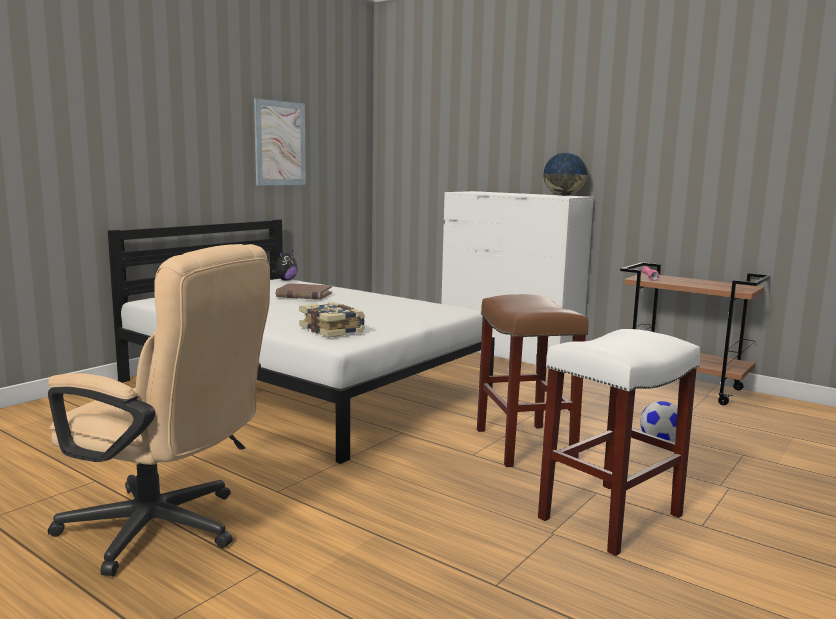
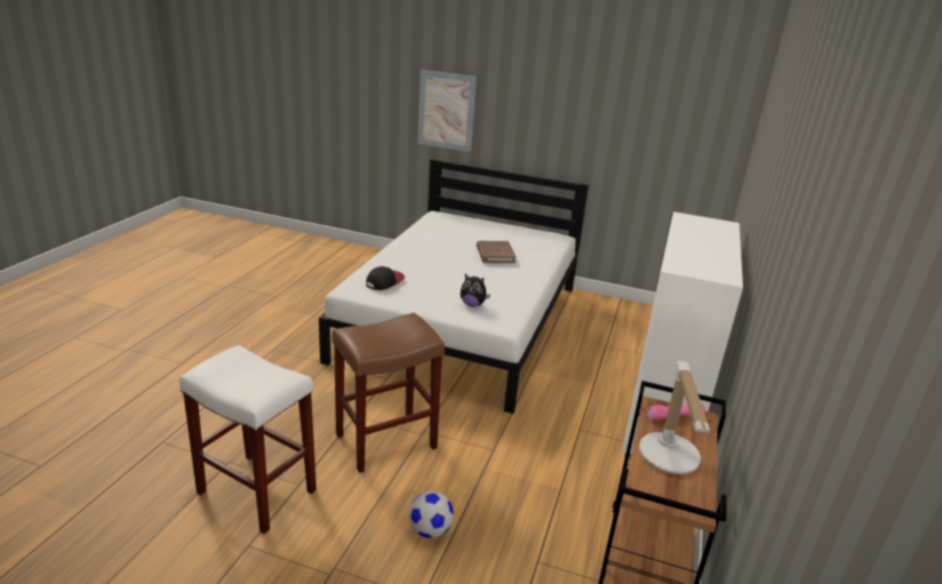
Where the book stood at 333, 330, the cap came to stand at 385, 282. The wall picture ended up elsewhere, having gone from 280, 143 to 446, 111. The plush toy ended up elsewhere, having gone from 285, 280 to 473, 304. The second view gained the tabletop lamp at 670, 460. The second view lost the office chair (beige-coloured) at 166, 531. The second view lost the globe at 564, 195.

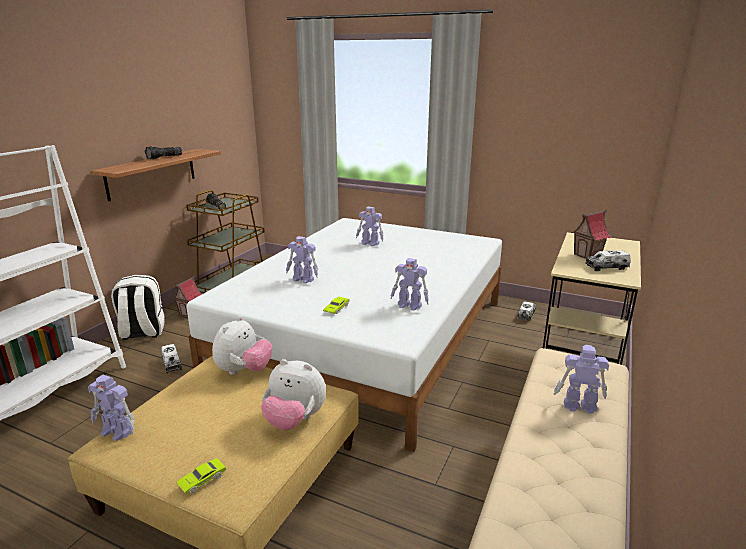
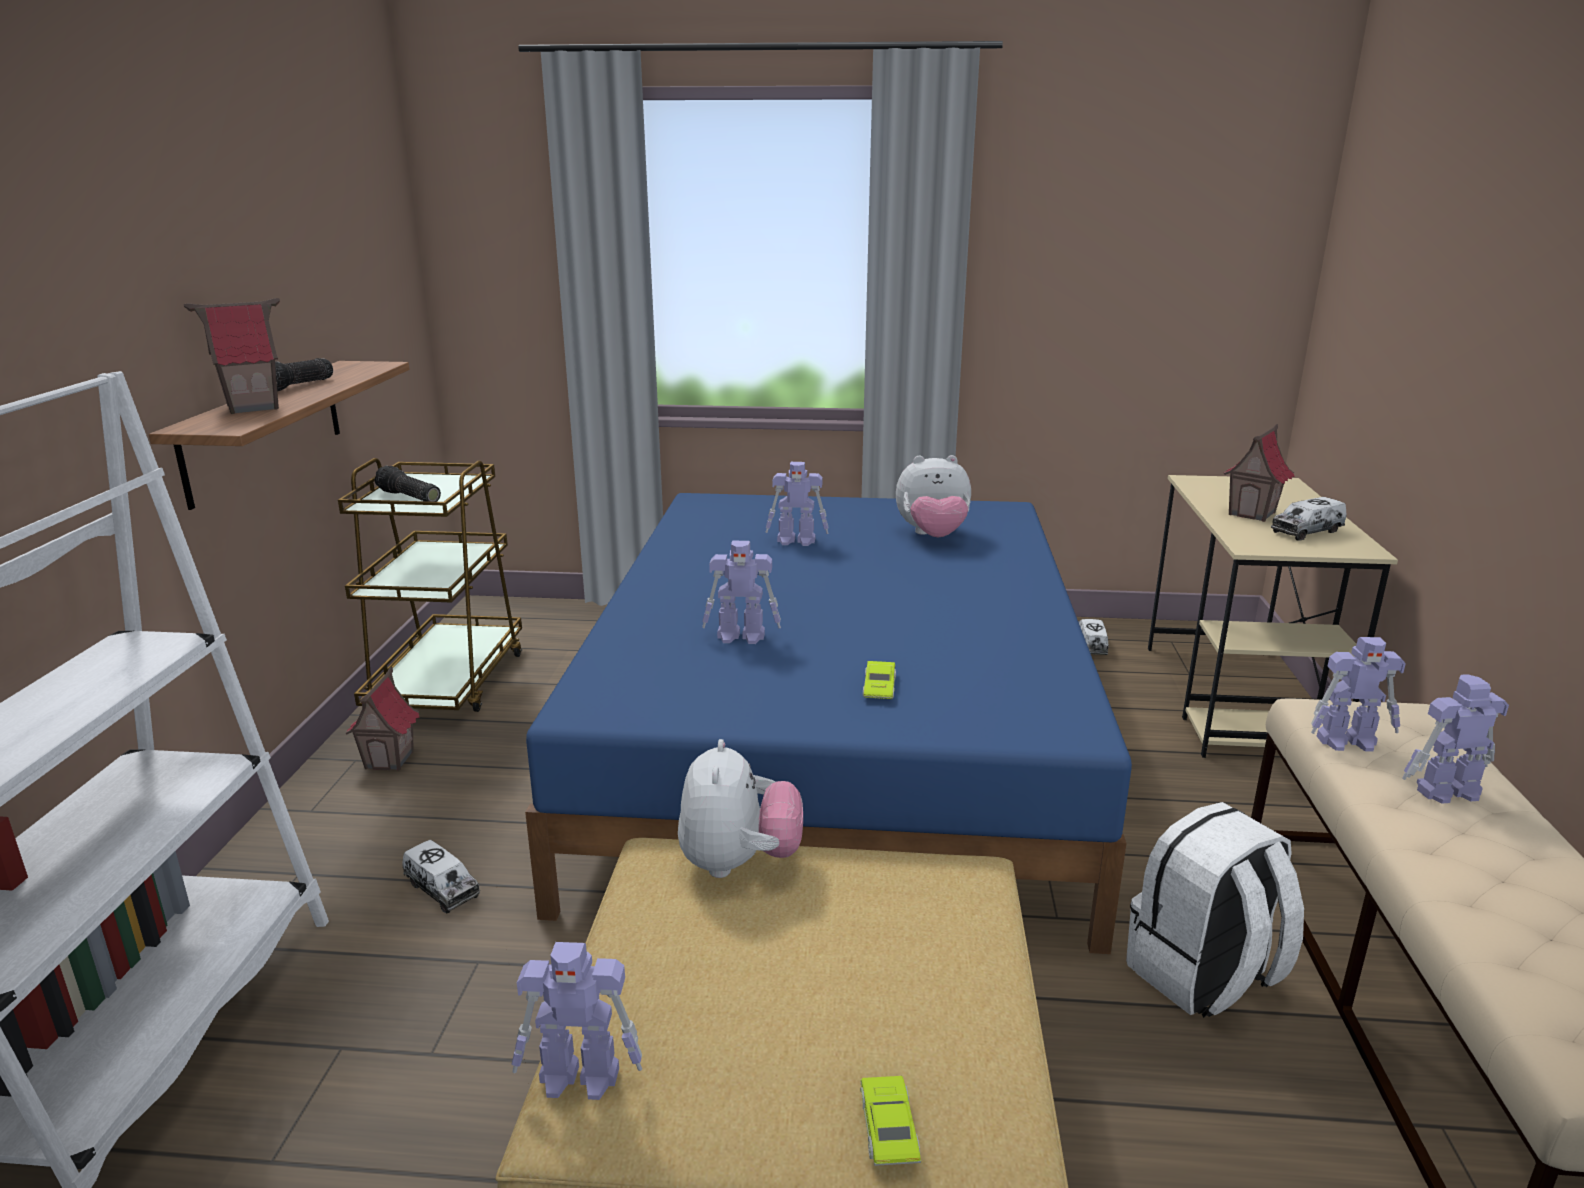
The second view gained the toy house at 252, 407. What was the sleeping bed (white-coloured) at 368, 337 turned into the sleeping bed (blue) at 838, 742. The model car (greenish) at 202, 479 ended up facing another way, 150 degrees clockwise from before. The plush toy ended up elsewhere, having gone from 294, 420 to 933, 536. The knapsack (white-coloured) ended up elsewhere, having gone from 142, 332 to 1203, 976. The model robot ended up elsewhere, having gone from 410, 306 to 1348, 741.

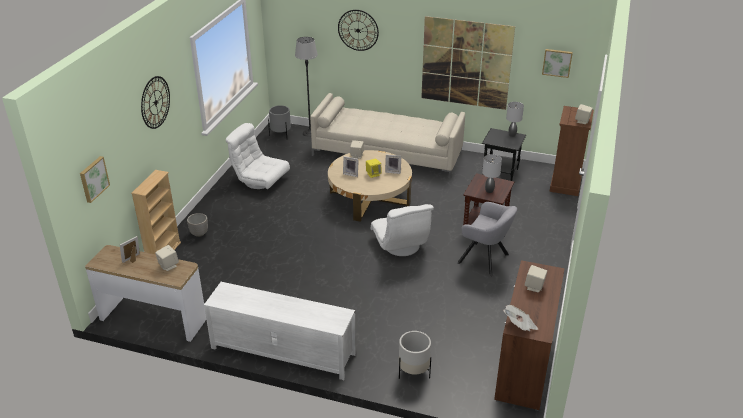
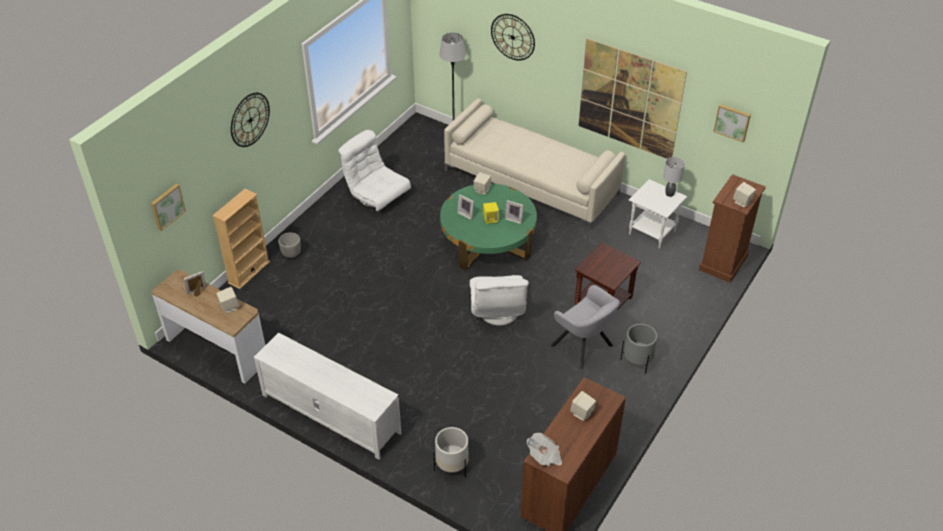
What was the low table (beige-coloured) at 369, 198 turned into the low table (greenish) at 488, 241. The plant pot (gray) ended up elsewhere, having gone from 281, 134 to 637, 361. What was the side table (black-coloured) at 500, 173 turned into the side table (white-coloured) at 652, 233. The second view lost the tabletop lamp (gray) at 489, 190.

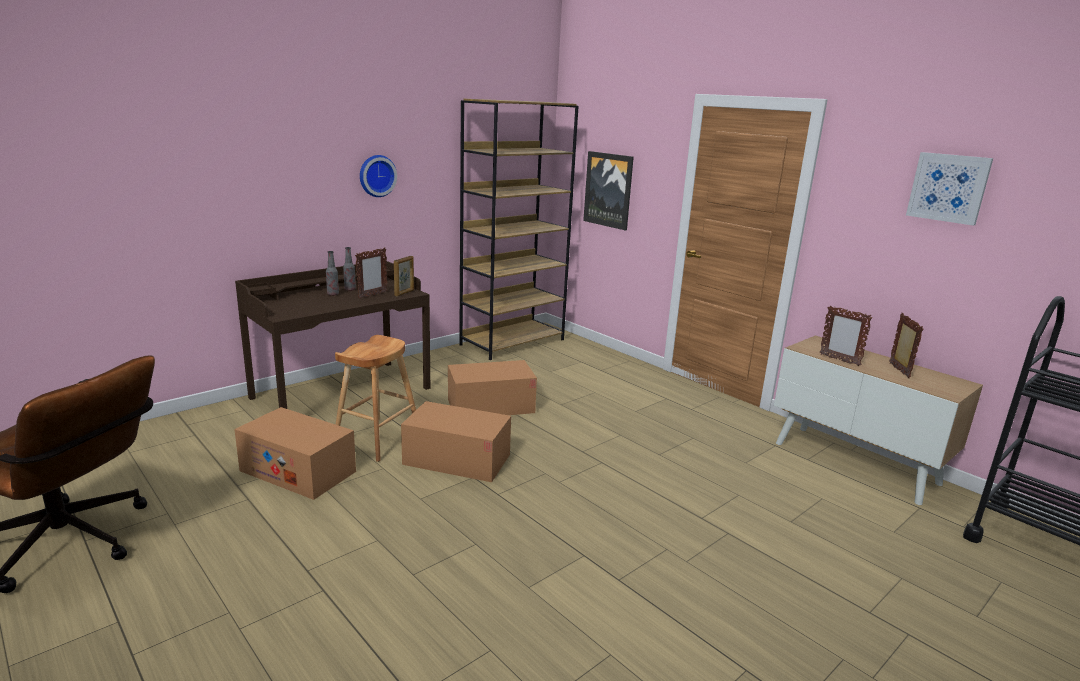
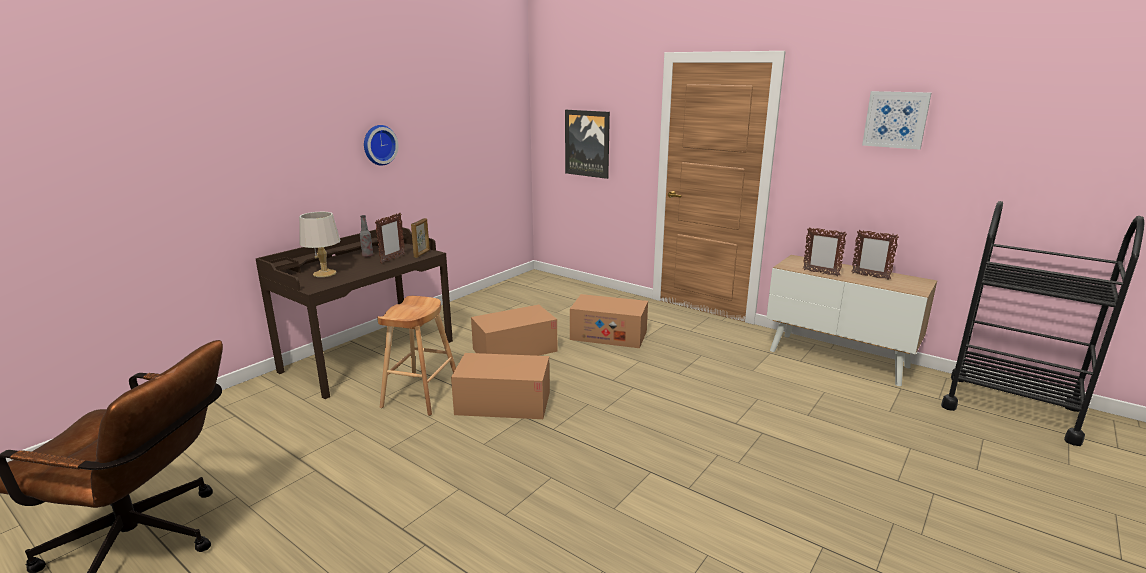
The second view gained the tabletop lamp (gray) at 325, 273. The carton ended up elsewhere, having gone from 298, 471 to 608, 335. The photo frame at 898, 370 ended up facing another way, 135 degrees clockwise from before. The second view lost the drink bottle at 333, 294. The second view lost the bookshelf (brown-coloured) at 512, 342.

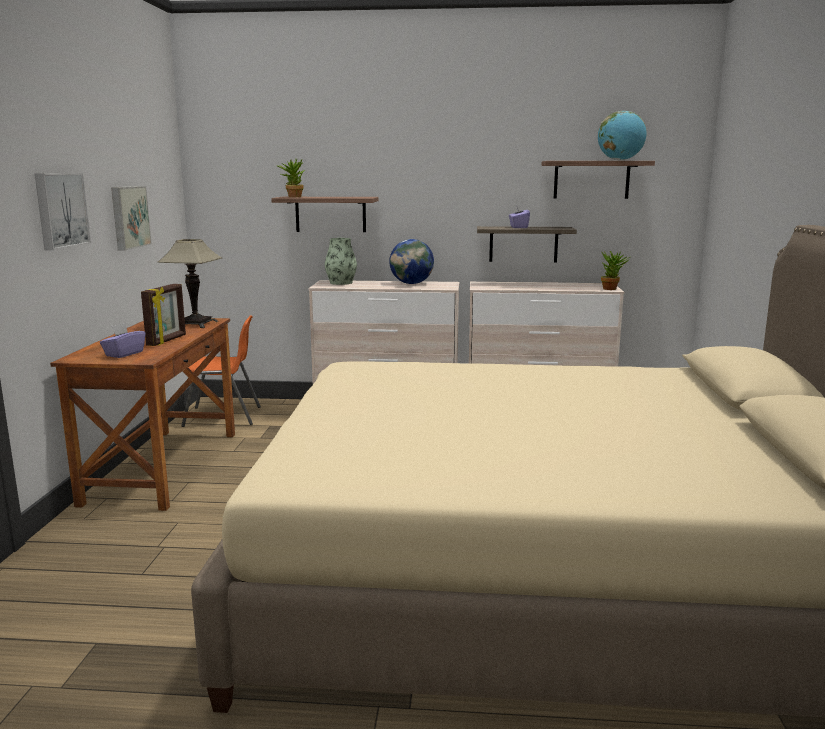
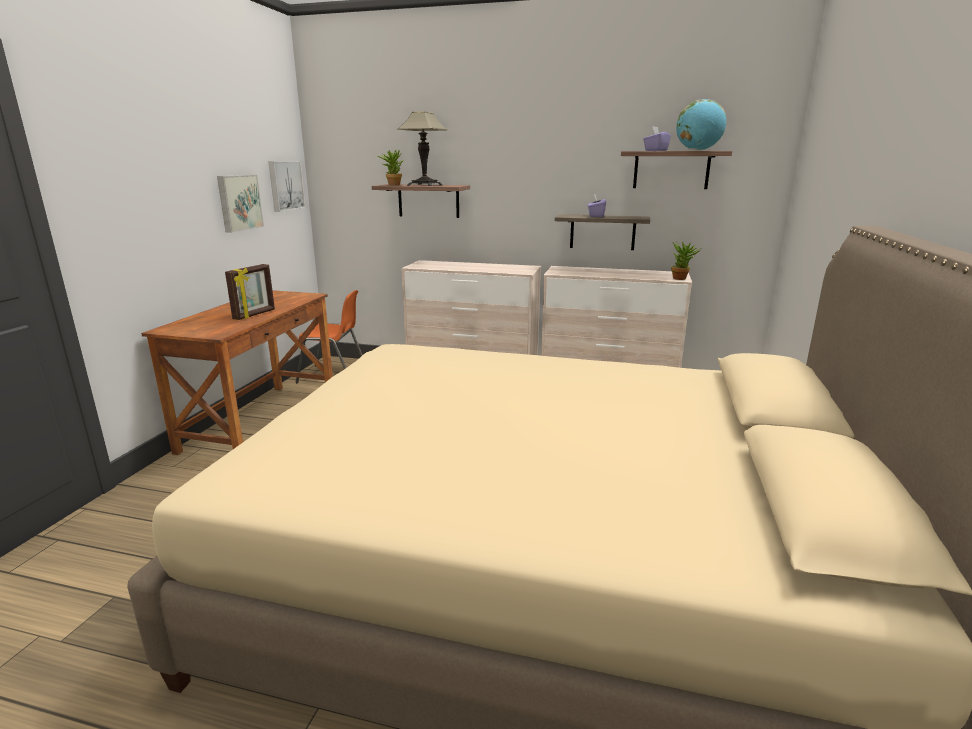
The wall picture ended up elsewhere, having gone from 60, 210 to 285, 185. The tabletop lamp ended up elsewhere, having gone from 195, 324 to 424, 185. The tissue holder (purplish) ended up elsewhere, having gone from 124, 354 to 655, 151. The second view lost the decorative vase at 341, 283. The second view lost the globe at 411, 283.

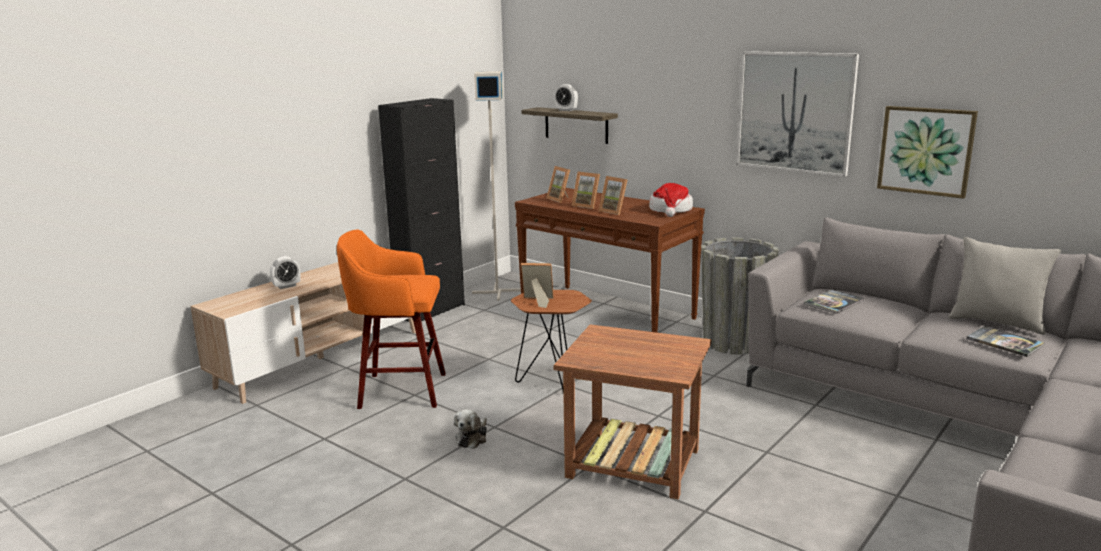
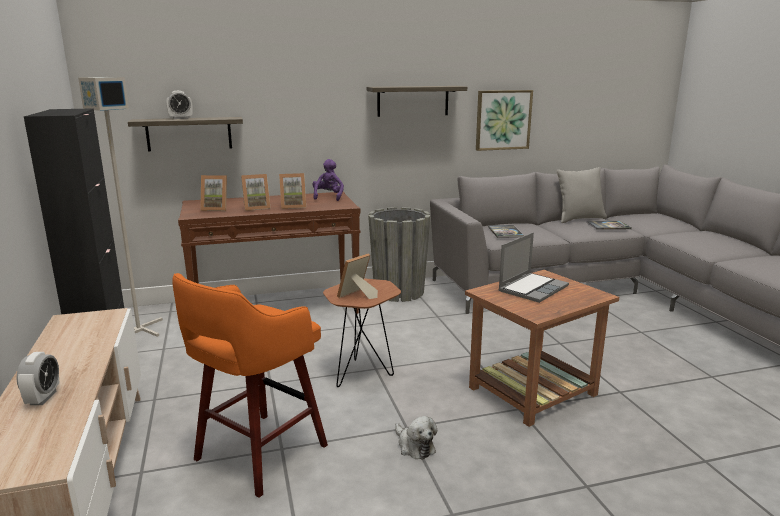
Where the hat stood at 671, 210, the plush toy (purplish) came to stand at 328, 197. Where the wall picture hung at 795, 112, the shelf came to hang at 413, 101. The second view gained the notebook computer at 533, 288.

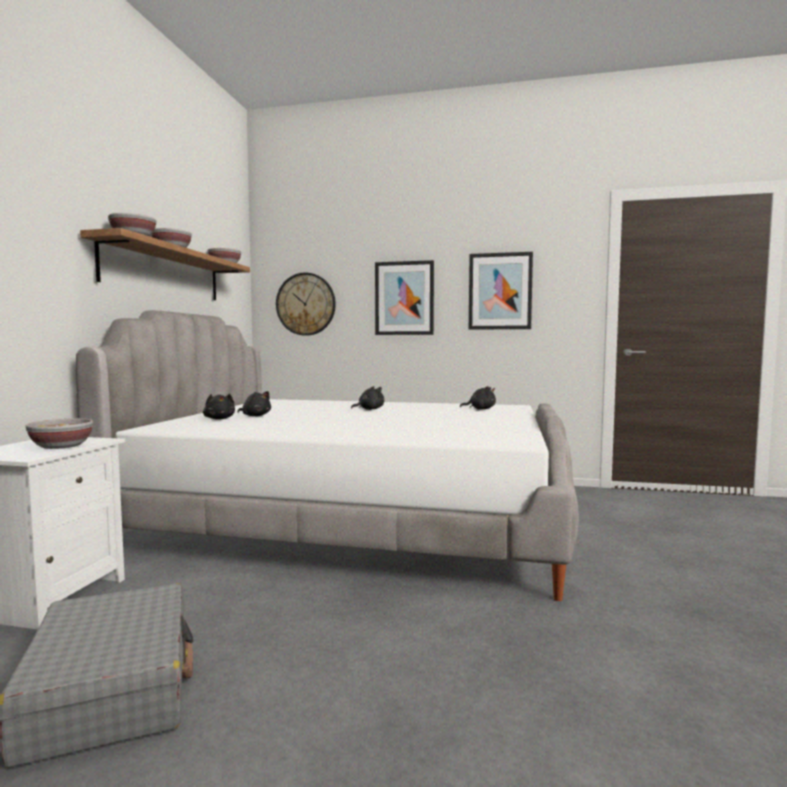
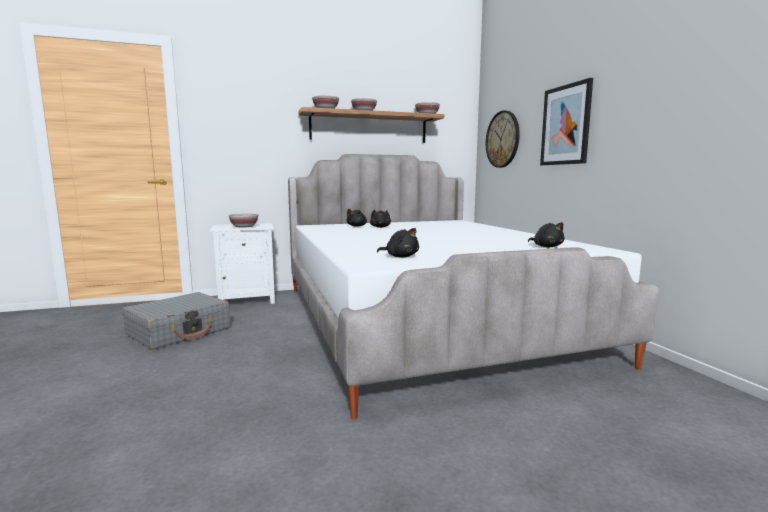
The plush toy (black-coloured) ended up elsewhere, having gone from 369, 409 to 400, 256. The second view lost the wall picture at 500, 291.

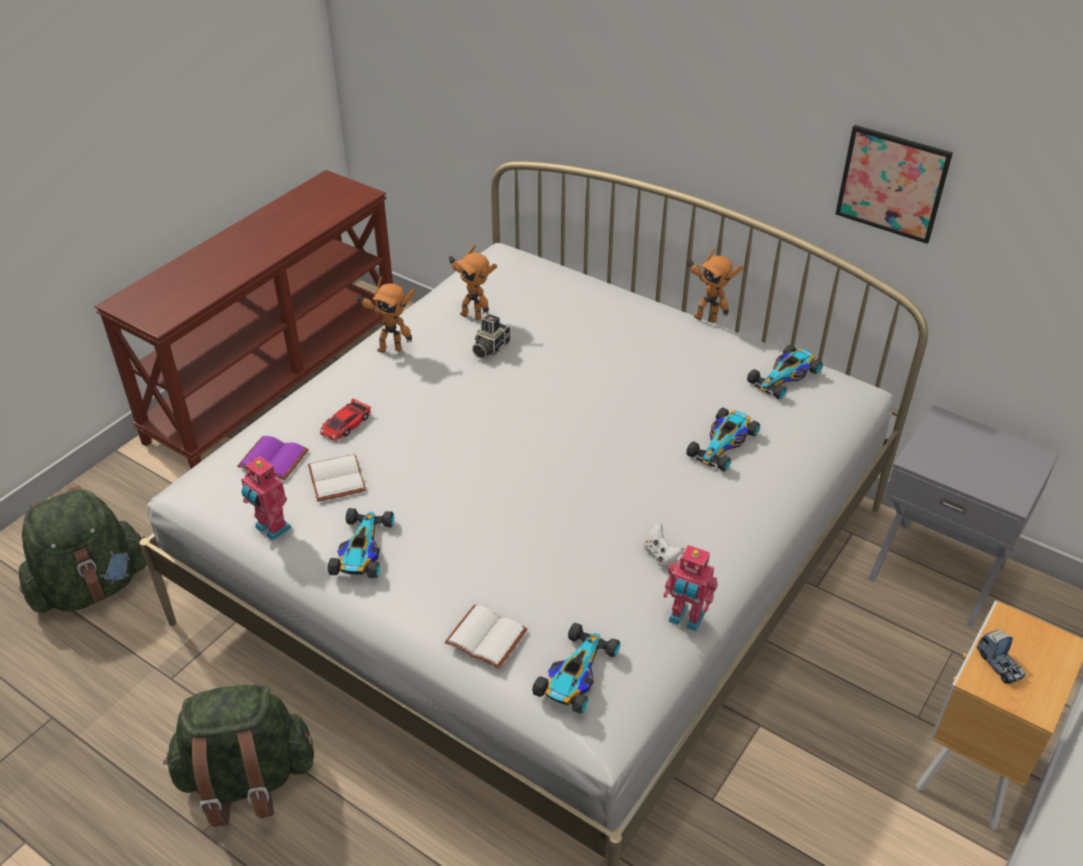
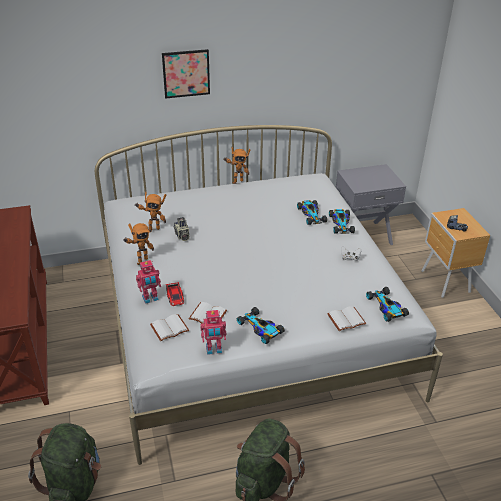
The model robot ended up elsewhere, having gone from 685, 619 to 150, 298. What was the book (purplish) at 275, 458 turned into the book (white-coloured) at 169, 327. The wall picture ended up elsewhere, having gone from 892, 183 to 186, 73. The model car ended up elsewhere, having gone from 785, 376 to 341, 223.

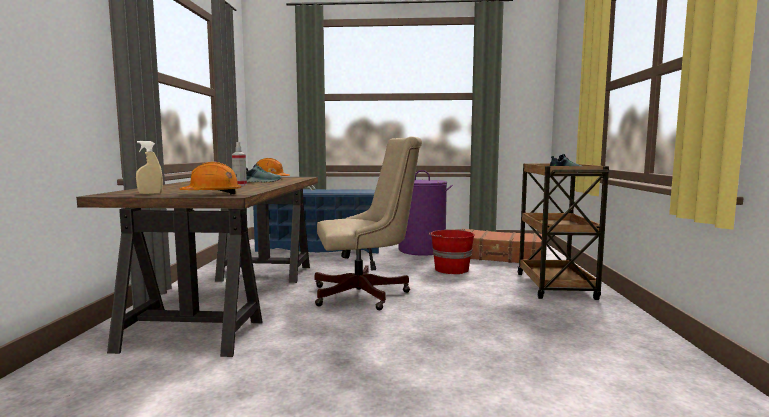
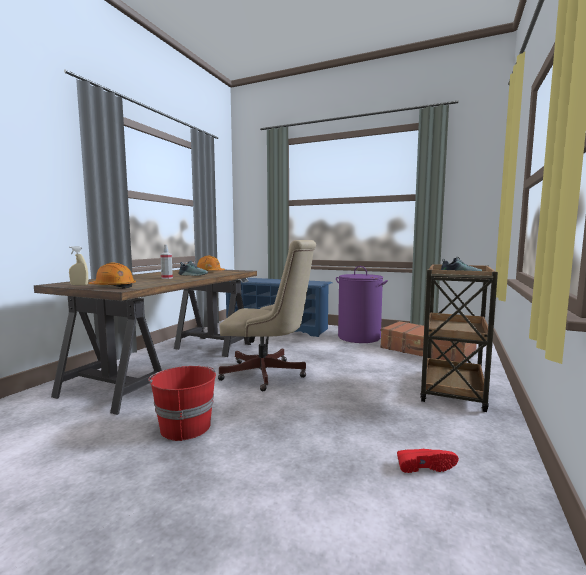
The bucket (reddish) ended up elsewhere, having gone from 450, 269 to 185, 426. The second view gained the shoe (reddish) at 424, 466.

